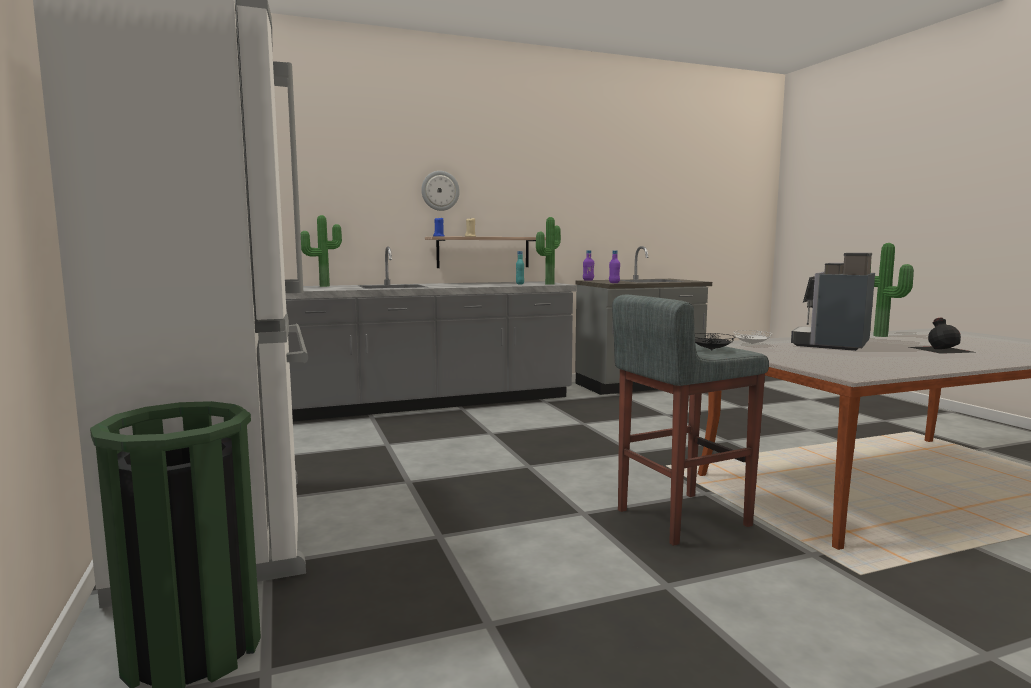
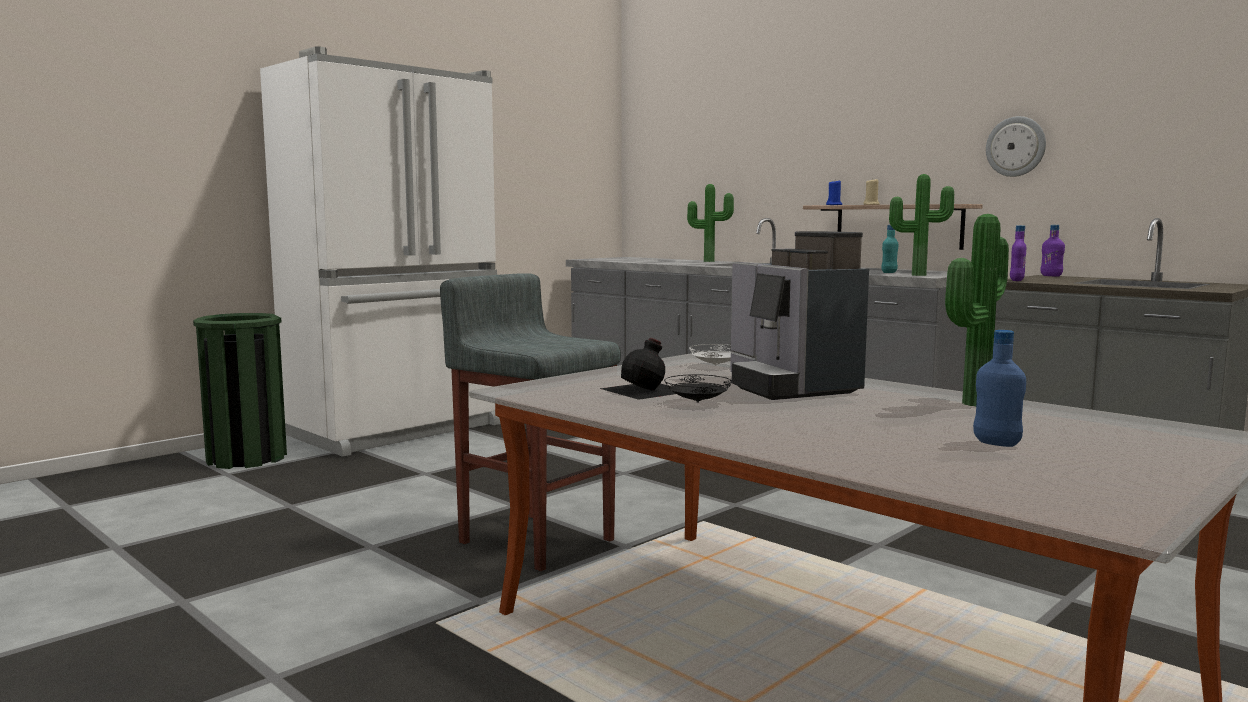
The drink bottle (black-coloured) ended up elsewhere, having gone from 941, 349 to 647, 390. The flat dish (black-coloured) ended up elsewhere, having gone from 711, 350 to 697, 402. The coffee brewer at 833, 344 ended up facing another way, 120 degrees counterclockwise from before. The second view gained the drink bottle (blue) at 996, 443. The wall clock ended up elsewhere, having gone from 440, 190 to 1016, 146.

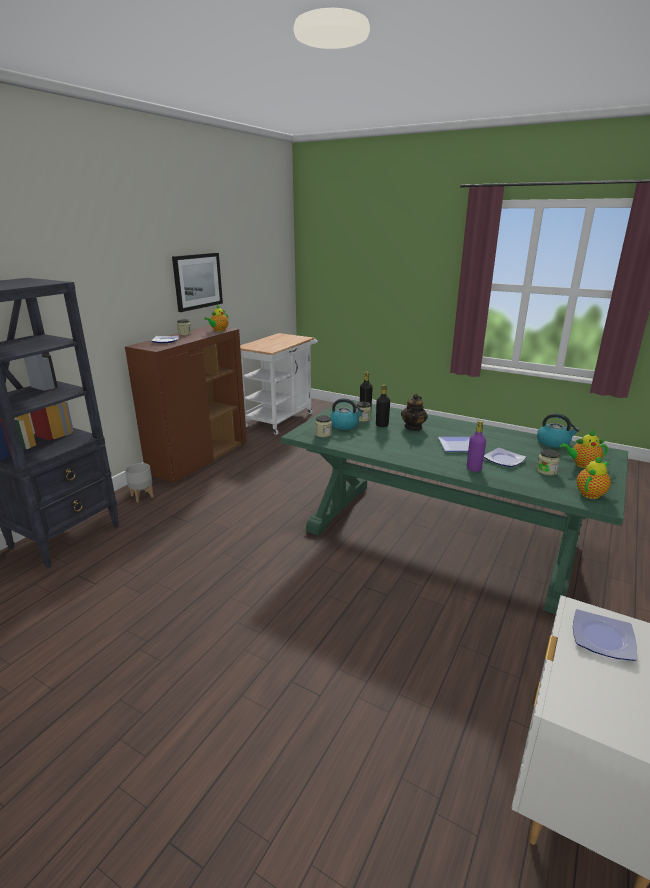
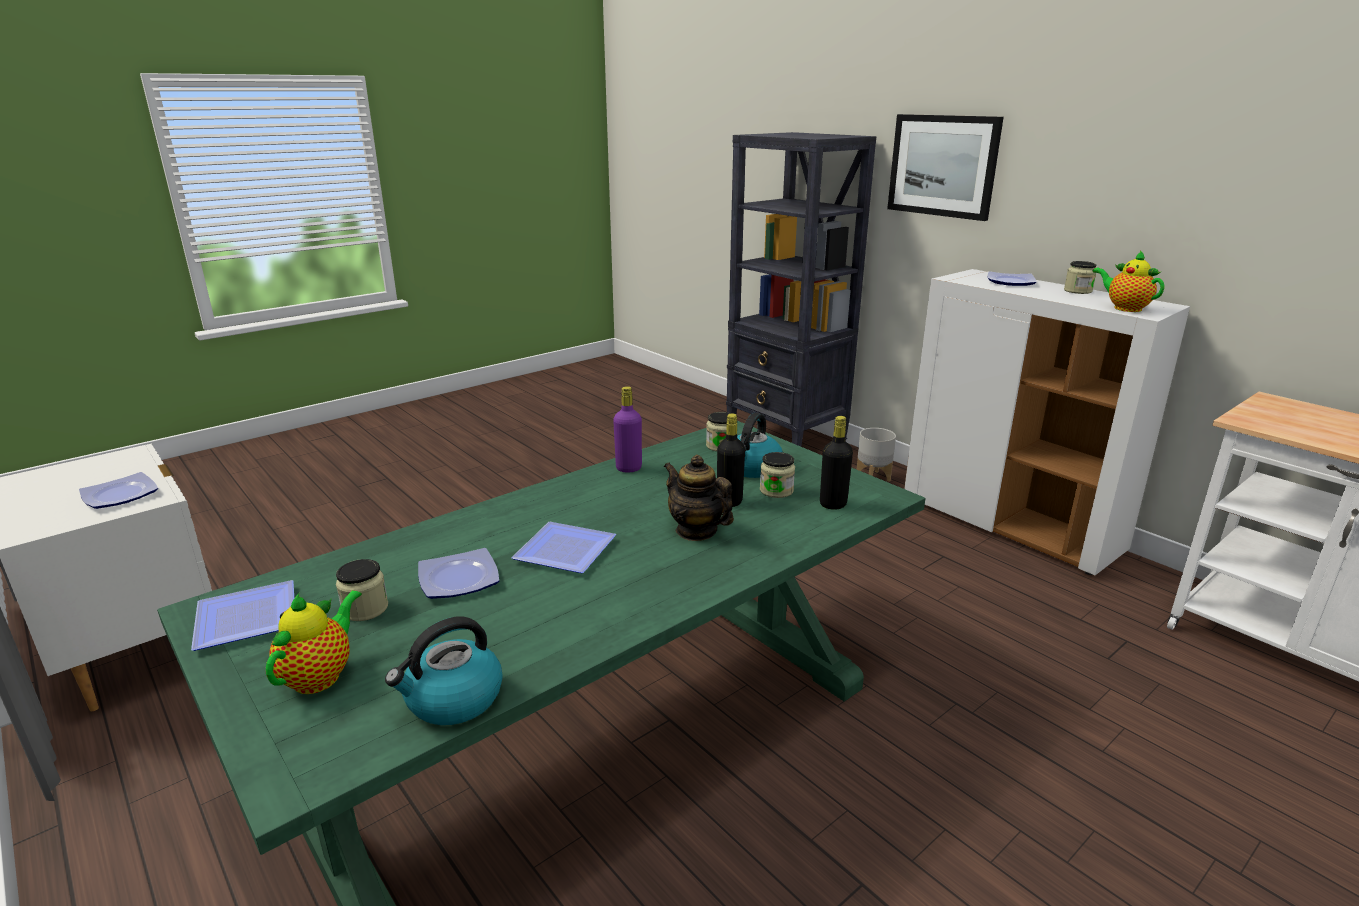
Where the tea pot stood at 591, 493, the flat dish came to stand at 243, 618. The drink bottle (purplish) ended up elsewhere, having gone from 474, 468 to 628, 468. The wall picture ended up elsewhere, having gone from 197, 281 to 943, 166. What was the storage cabinet (brown-coloured) at 199, 458 turned into the storage cabinet (white-coloured) at 1010, 525.

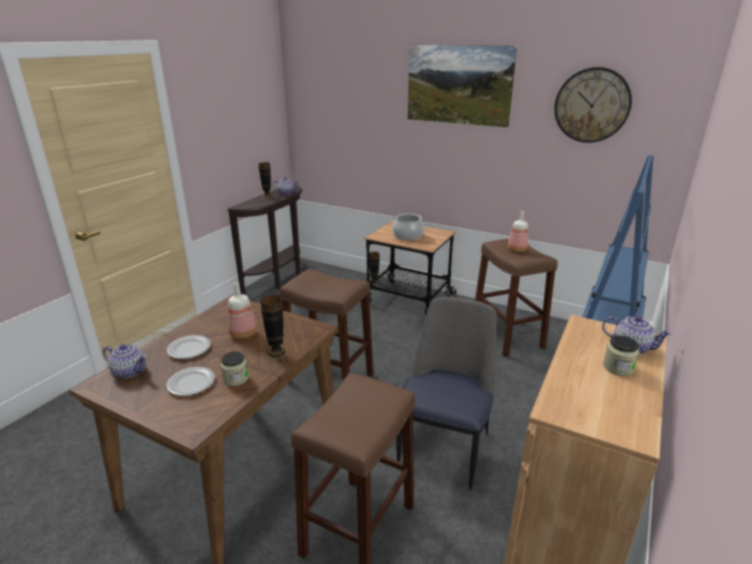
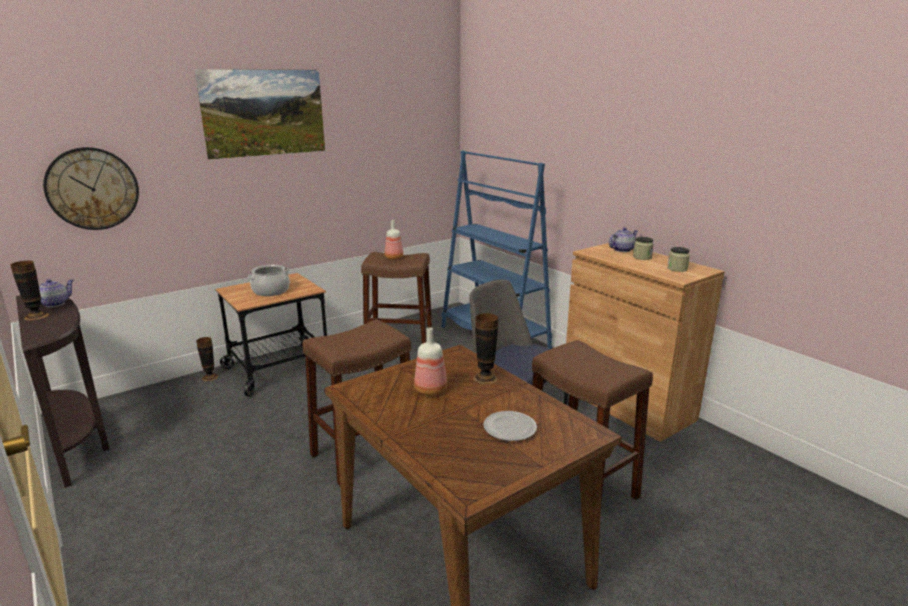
The wall clock ended up elsewhere, having gone from 592, 105 to 92, 189. The jar ended up elsewhere, having gone from 235, 379 to 677, 269. The second view lost the tea pot at 129, 371. The second view lost the flat dish at 189, 349.

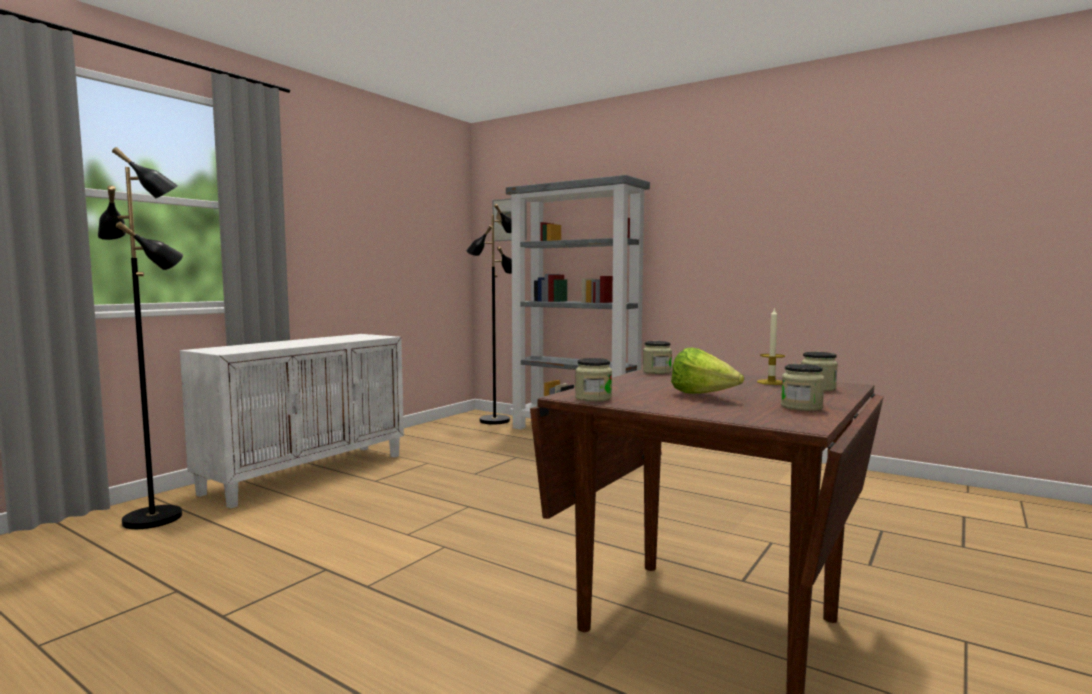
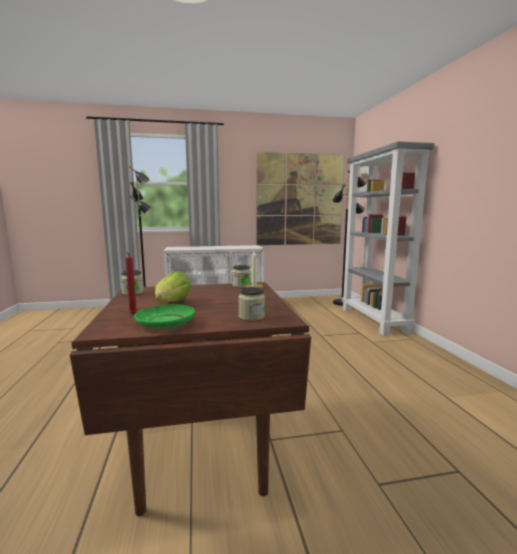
The second view gained the wax candle (reddish) at 132, 315. Where the jar stood at 801, 407, the flat dish (greenish) came to stand at 165, 323. The second view gained the wall picture at 300, 200.

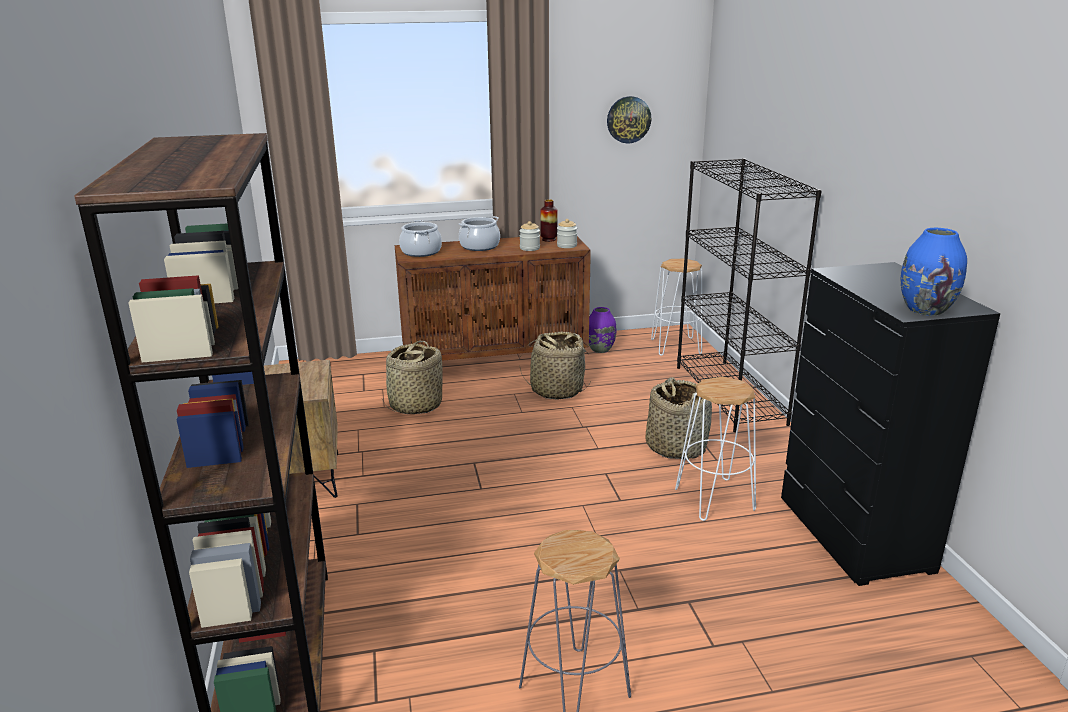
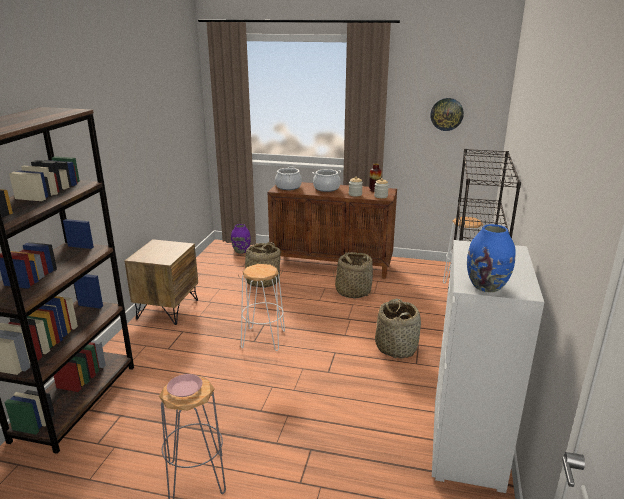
The second view gained the flat dish (pinkish) at 184, 388. The decorative vase (purplish) ended up elsewhere, having gone from 600, 349 to 241, 251. The stool (white-coloured) ended up elsewhere, having gone from 715, 499 to 263, 339. What was the chest of drawers (black-coloured) at 854, 535 turned into the chest of drawers (white-coloured) at 466, 445.

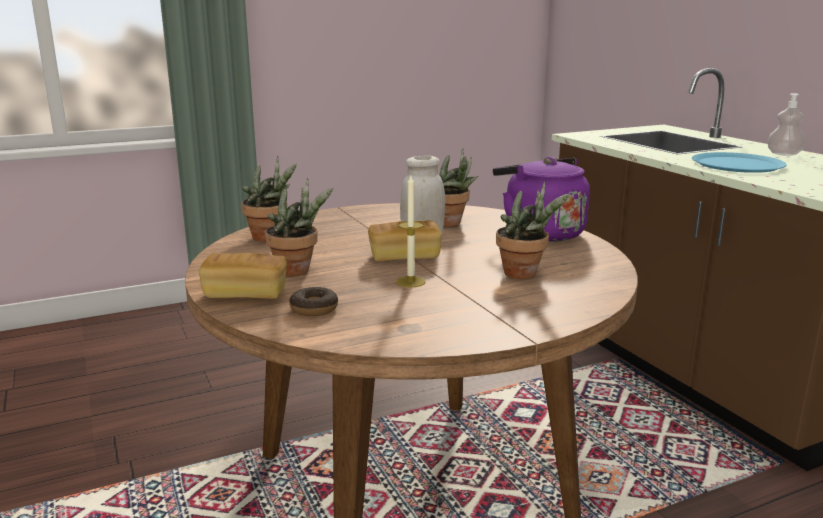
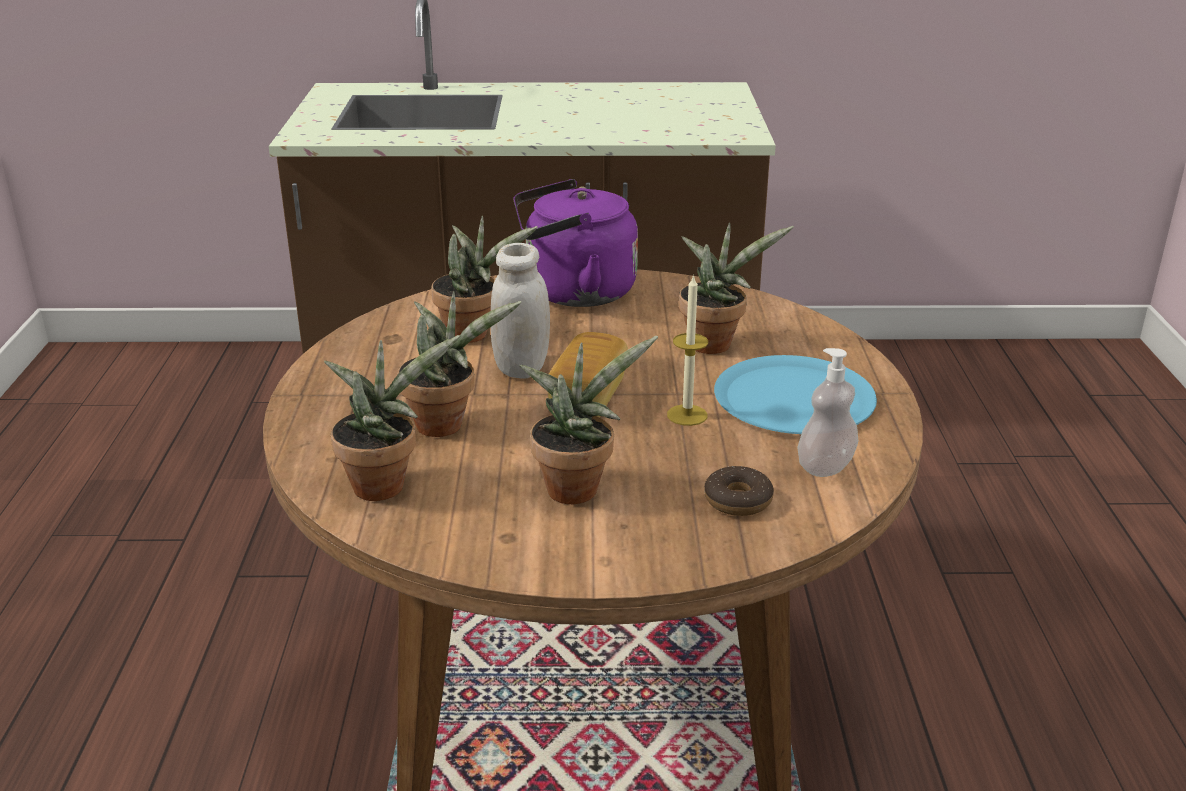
The second view gained the houseplant at 446, 423. The flat dish (blue) ended up elsewhere, having gone from 737, 164 to 794, 398. The soap dispenser ended up elsewhere, having gone from 784, 154 to 825, 467. The second view lost the baked bread at 245, 294.

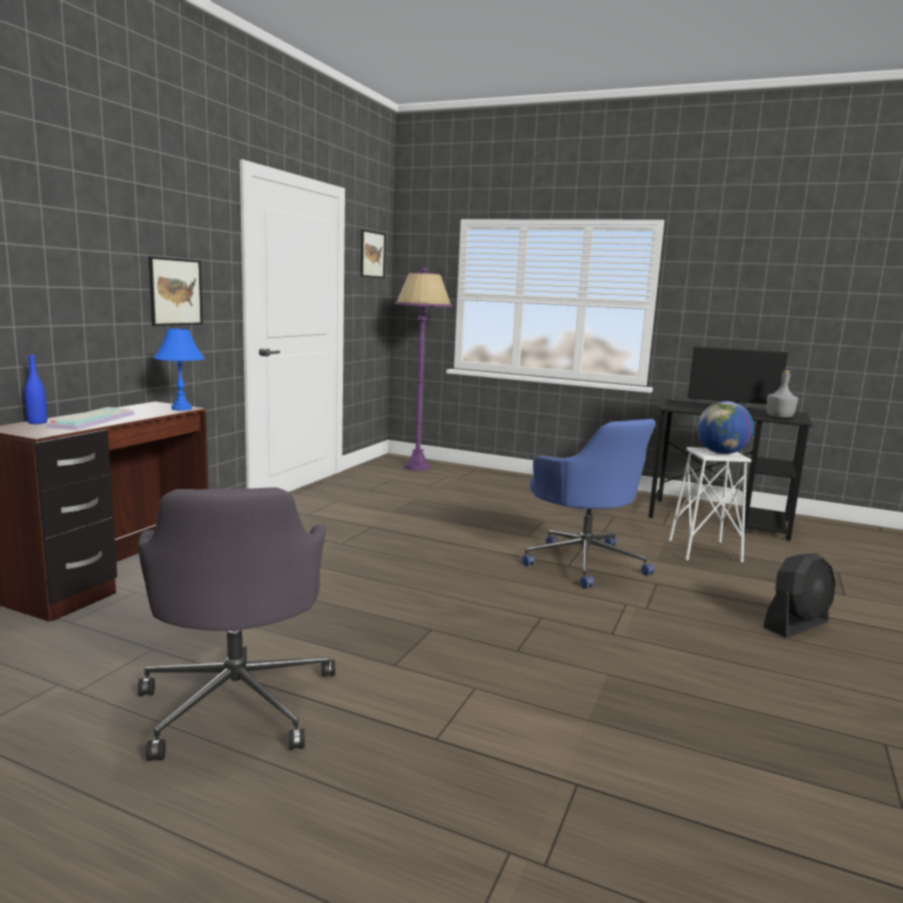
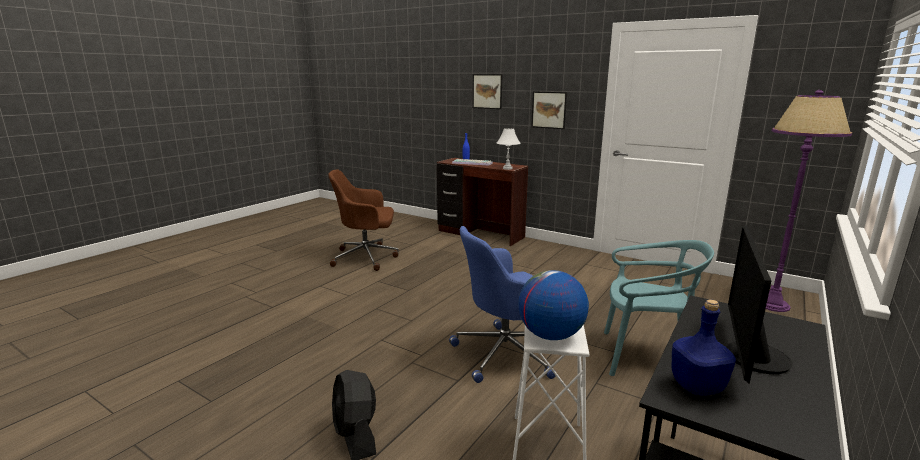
What was the office chair (gray) at 238, 701 turned into the office chair (brown-coloured) at 367, 257. The wall picture ended up elsewhere, having gone from 372, 254 to 487, 91. What was the tabletop lamp (blue) at 182, 408 turned into the tabletop lamp (white-coloured) at 507, 168. The second view gained the plain chair (blue-green) at 645, 357. What was the drink bottle (gray) at 779, 417 turned into the drink bottle (blue) at 698, 387.

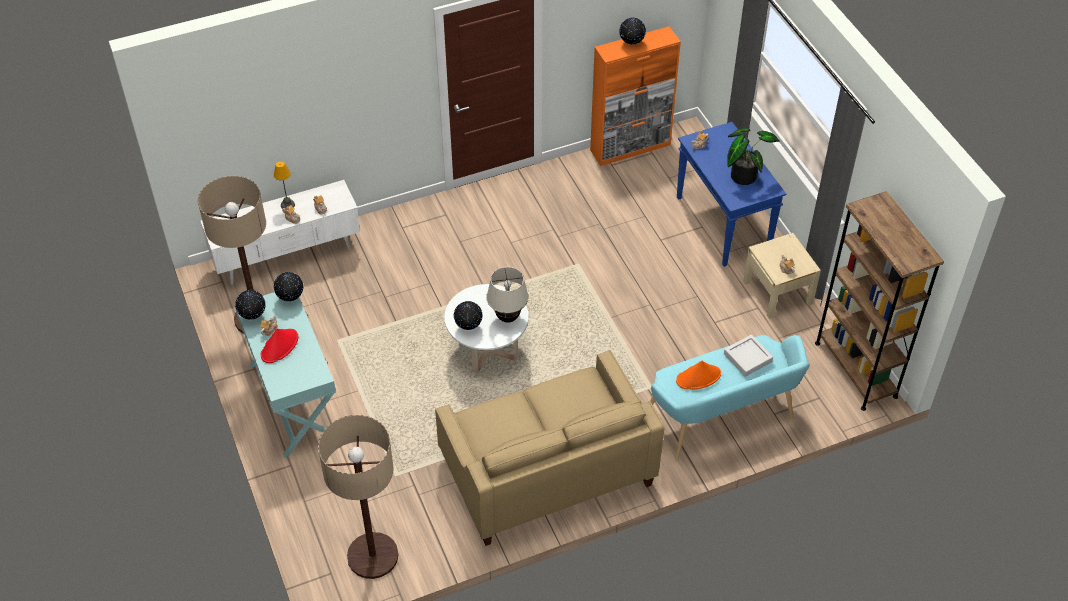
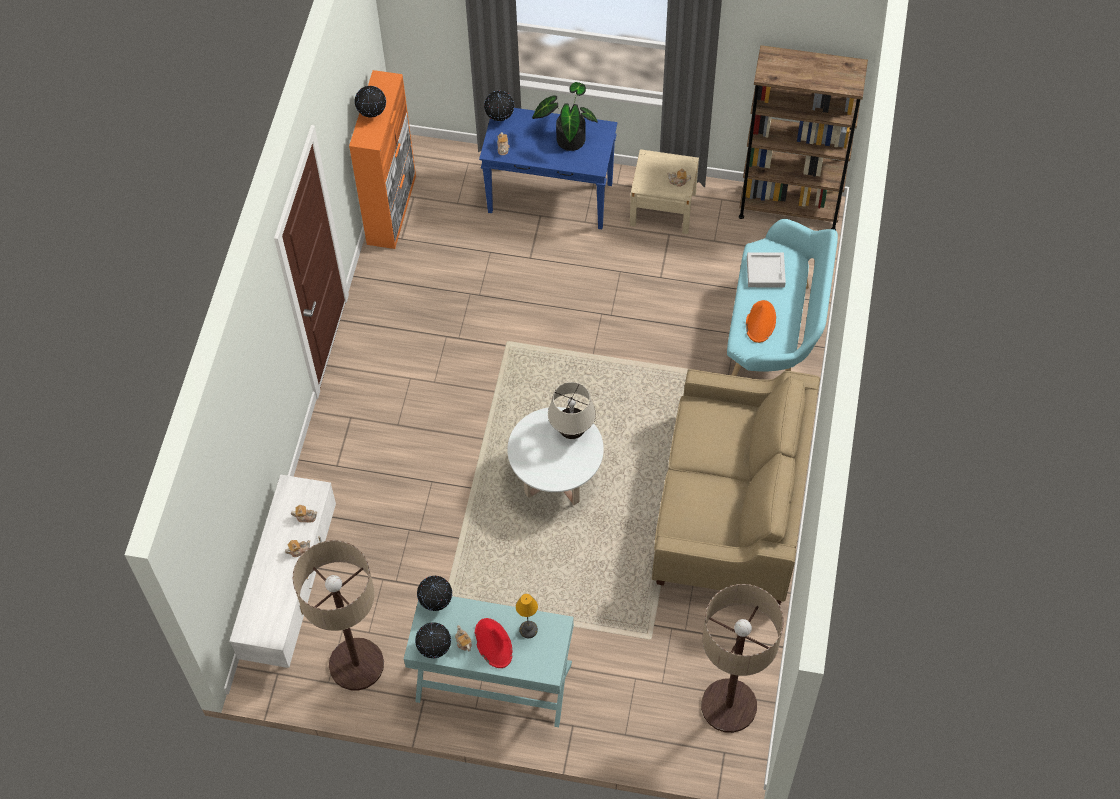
The globe ended up elsewhere, having gone from 468, 327 to 500, 118. The tabletop lamp ended up elsewhere, having gone from 287, 205 to 527, 629.

